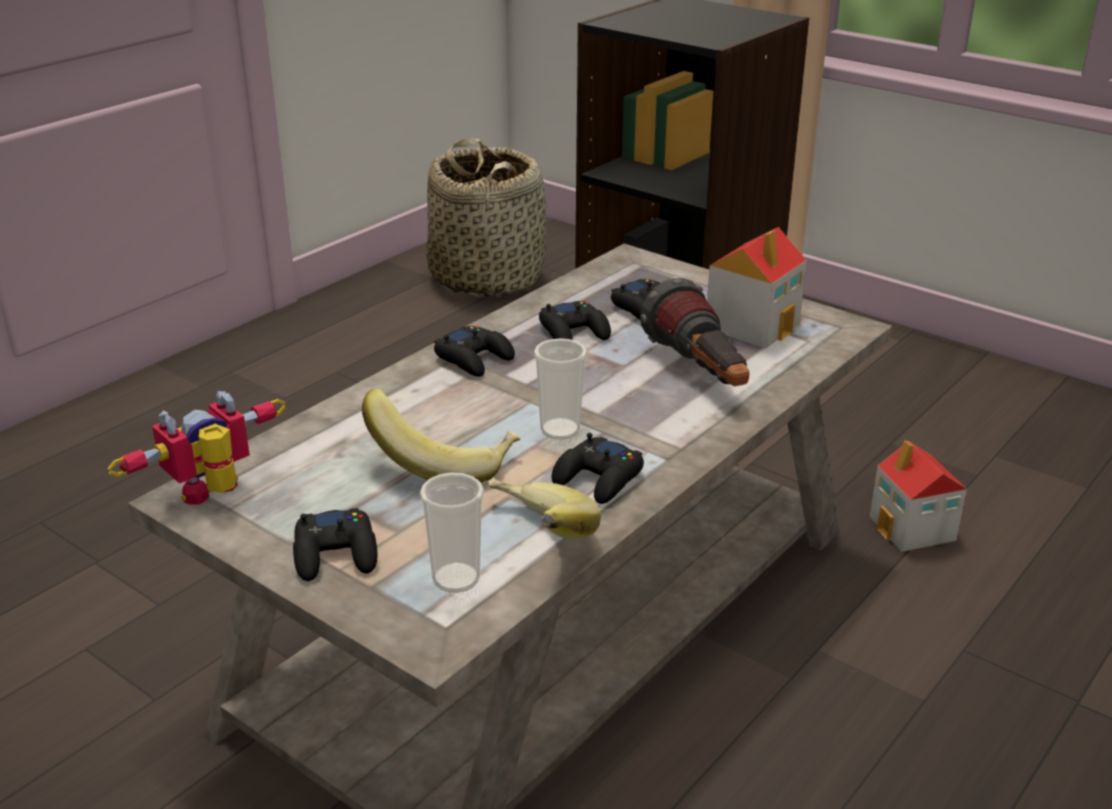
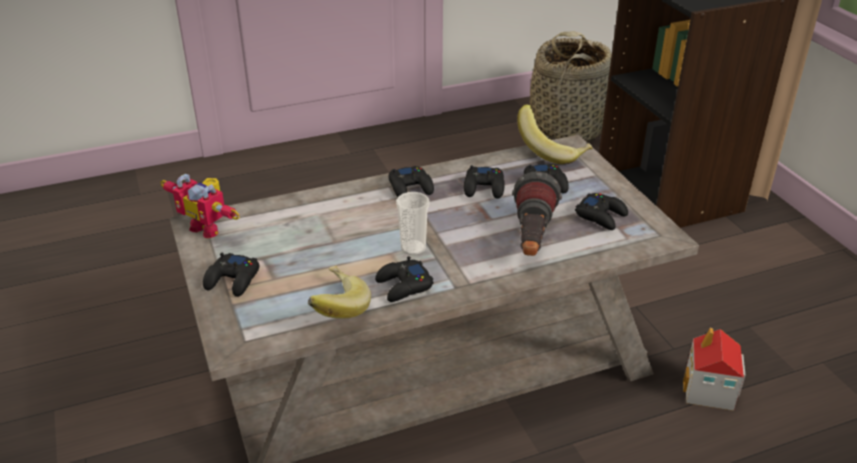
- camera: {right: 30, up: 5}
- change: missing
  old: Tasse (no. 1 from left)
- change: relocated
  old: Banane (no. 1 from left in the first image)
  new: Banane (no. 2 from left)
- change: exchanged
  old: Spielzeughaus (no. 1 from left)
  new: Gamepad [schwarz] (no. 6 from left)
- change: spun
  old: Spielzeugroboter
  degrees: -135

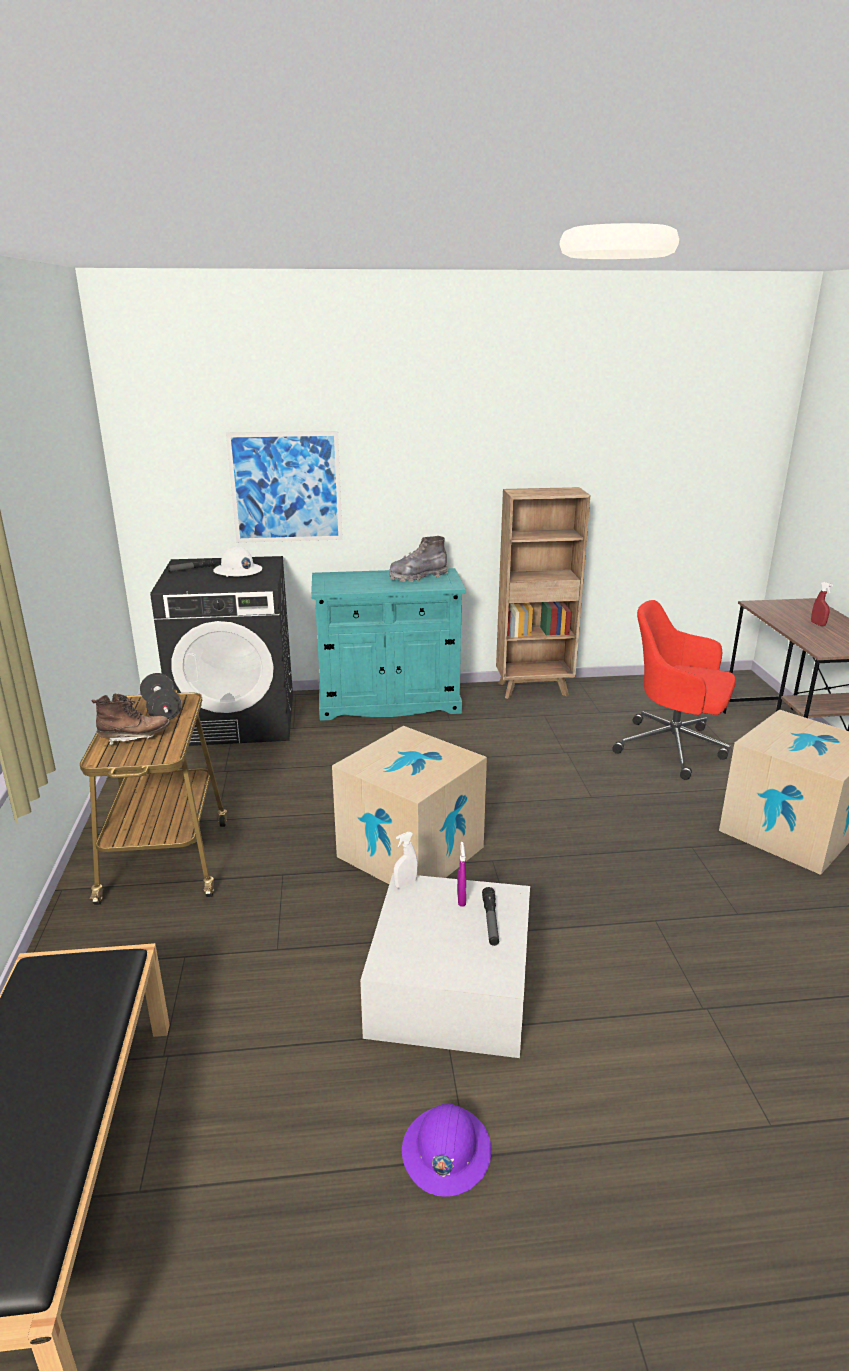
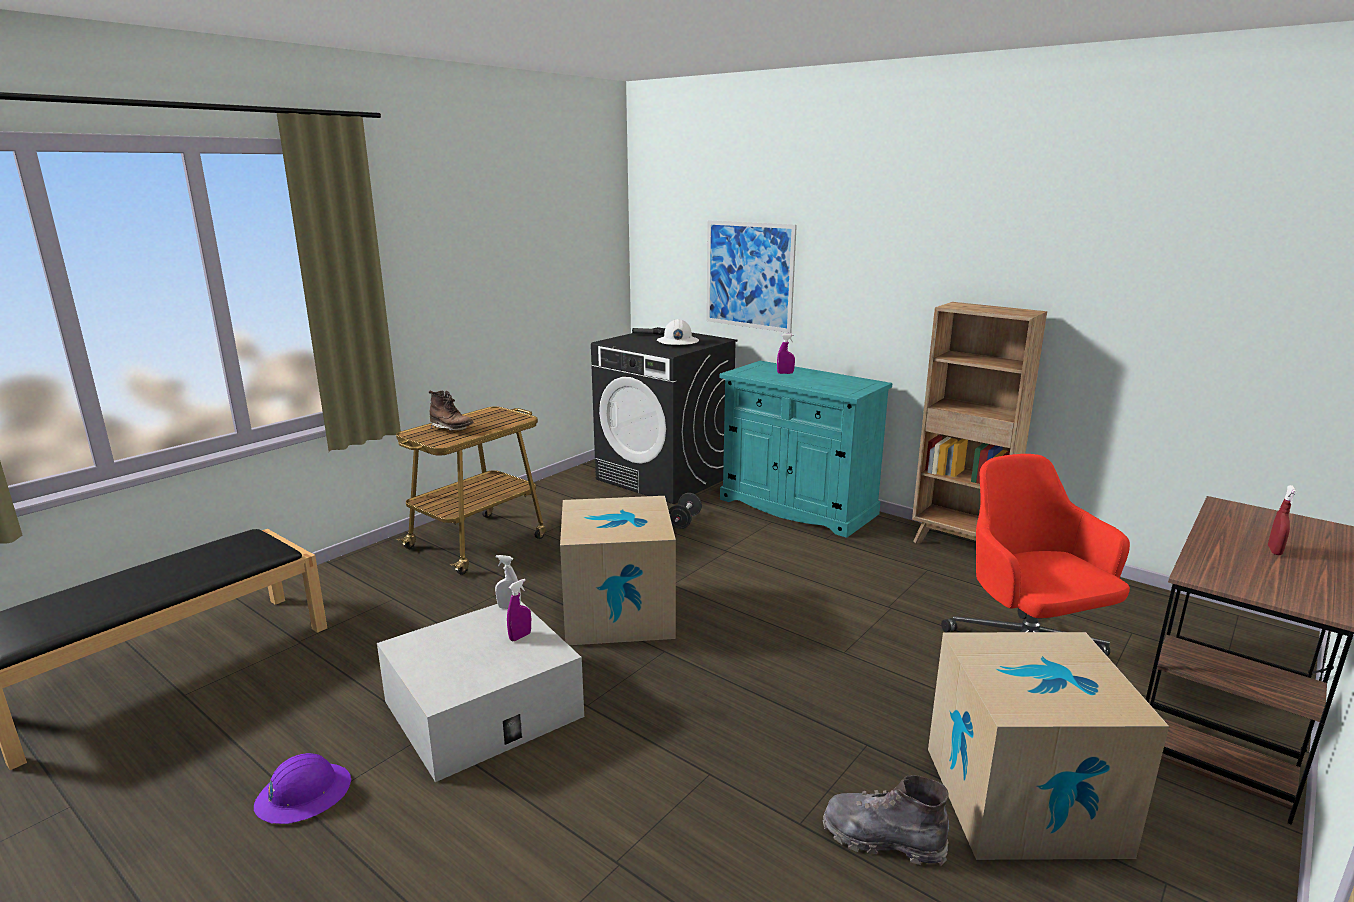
- camera: {right: 45, up: -5}
- change: missing
  old: Taschenlampe (no. 2 from left)
- change: appeared
  new: Sprühflasche [lila] (no. 2 from left)
- change: relocated
  old: Hantel [schwarz]
- change: relocated
  old: Stiefel [grau]

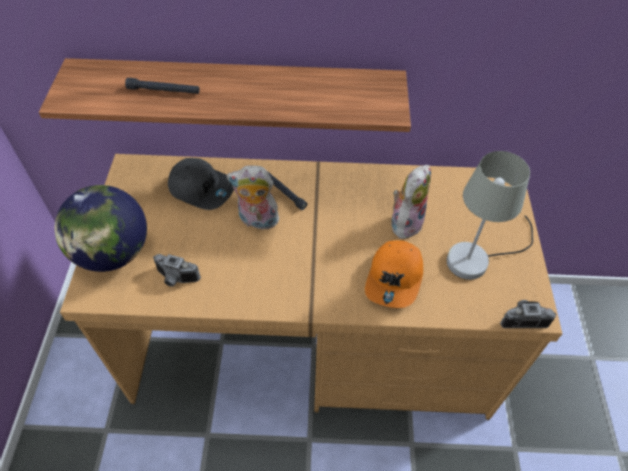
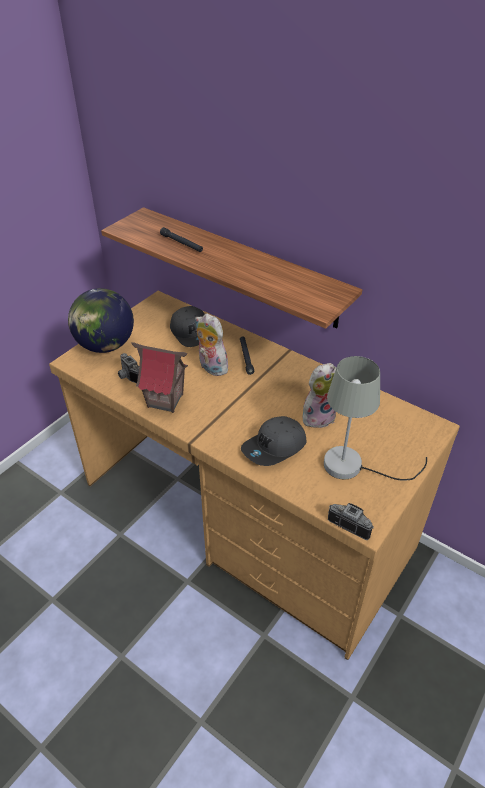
- camera: {right: 35, up: -10}
- change: appeared
  new: Spielzeughaus
- change: colour
  old: Kappe [orange]
  new: Kappe [grau] (no. 2 from left)

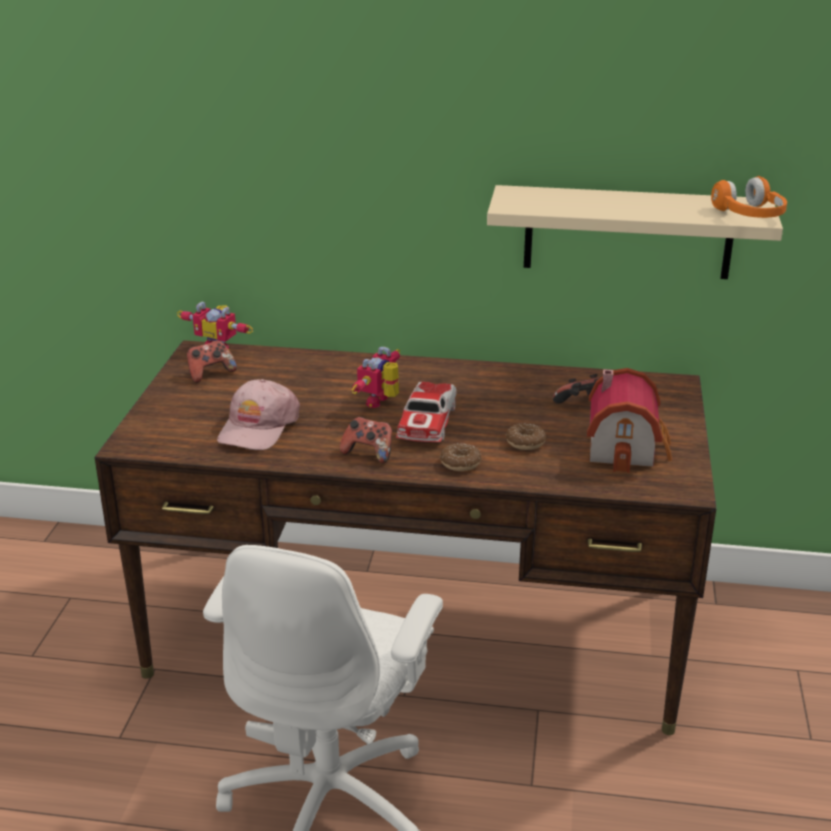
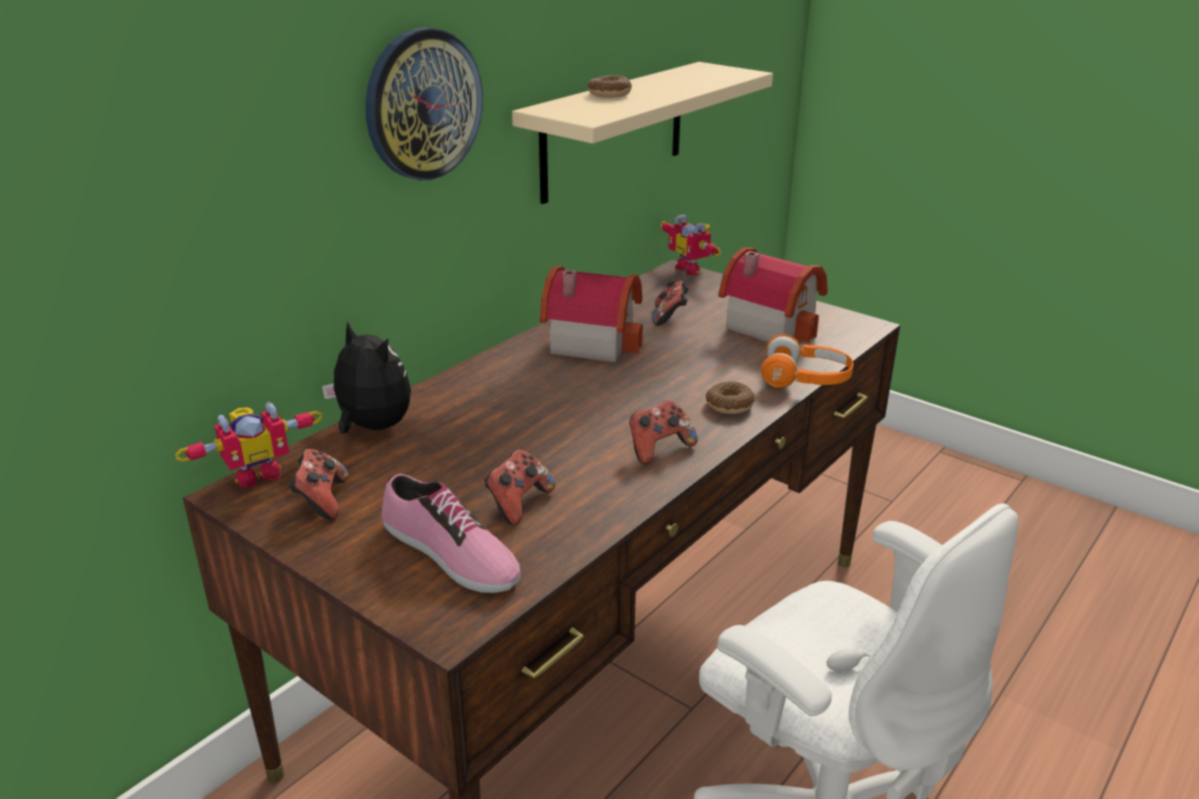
- camera: {right: -60, up: 0}
- change: missing
  old: Spielzeugauto
- change: appeared
  new: Plüschtier
- change: appeared
  new: Wanduhr
- change: appeared
  new: Schuh
- change: appeared
  new: Spielzeughaus (no. 1 from left)
- change: relocated
  old: Spielzeugroboter (no. 2 from left)
- change: relocated
  old: Donut (no. 2 from left in the first image)
  new: Donut (no. 1 from left)
- change: relocated
  old: Kopfhörer [orange]
- change: exchanged
  old: Kappe [rosa]
  new: Gamepad (no. 2 from left)

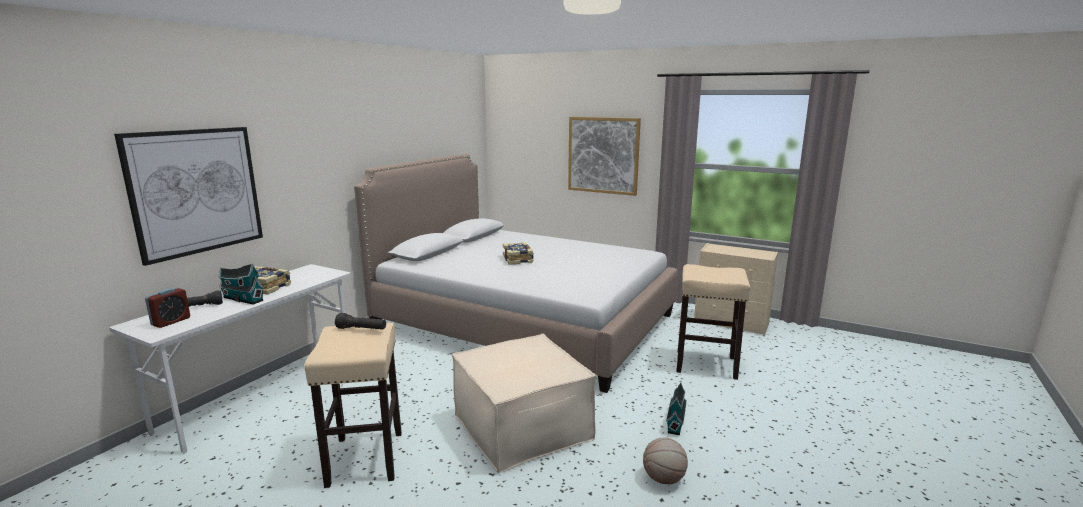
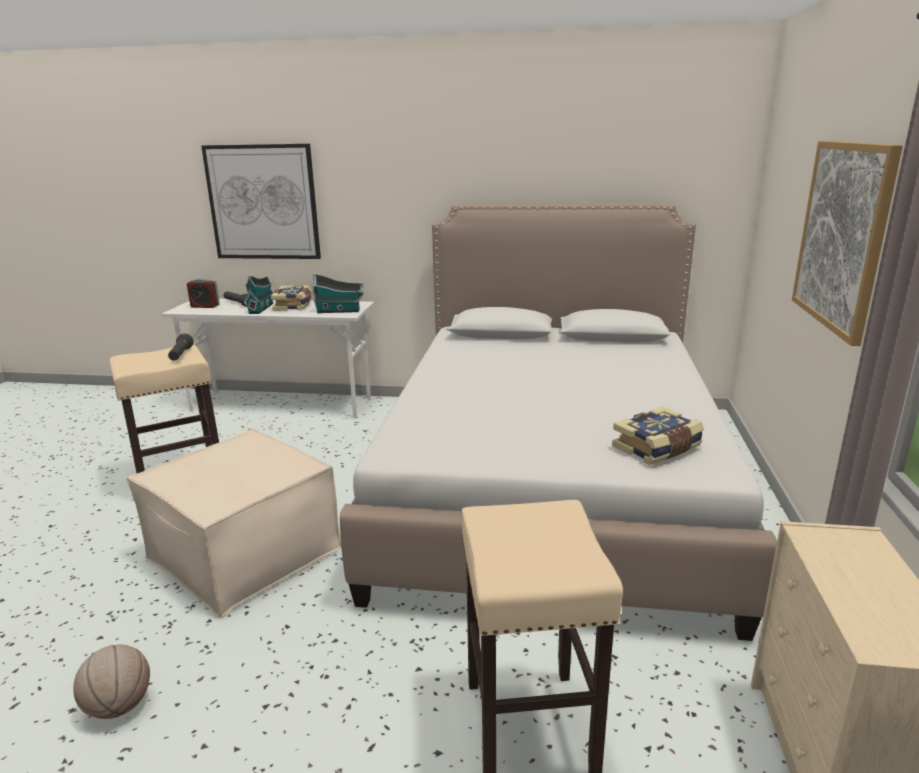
- camera: {right: 70, up: 5}
- change: relocated
  old: Buch (no. 2 from left)
- change: relocated
  old: Spielzeughaus (no. 2 from left)

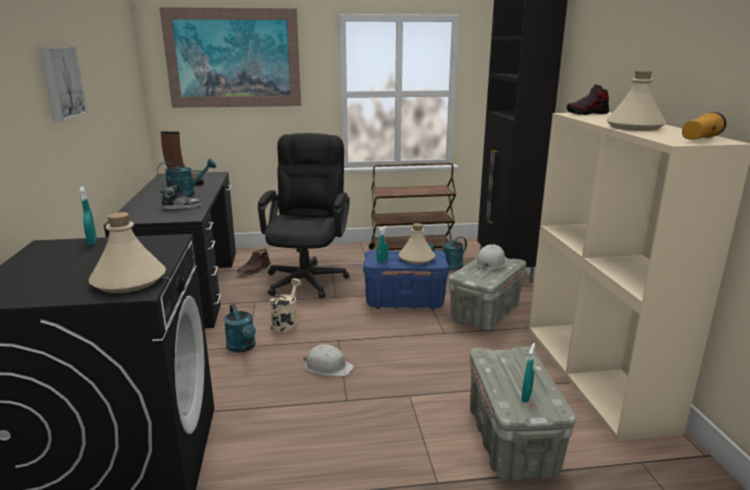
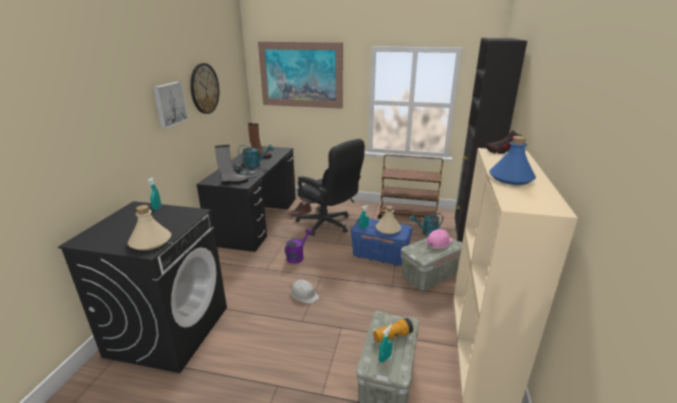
- camera: {right: 20, up: 5}
- change: missing
  old: Gießkanne [türkis] (no. 2 from left)
- change: appeared
  new: Wanduhr
- change: appeared
  new: Stiefel [grau]
- change: relocated
  old: Taschenlampe
- change: colour
  old: Gießkanne [beige]
  new: Gießkanne [lila]
- change: colour
  old: Schutzhelm [weiß] (no. 2 from left)
  new: Schutzhelm [rosa]
- change: colour
  old: Flasche [beige] (no. 3 from left)
  new: Flasche [blau]
- change: spun
  old: Bürostuhl [schwarz]
  degrees: 105

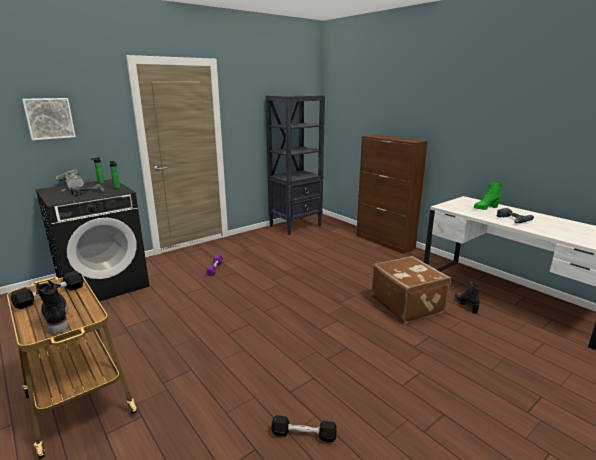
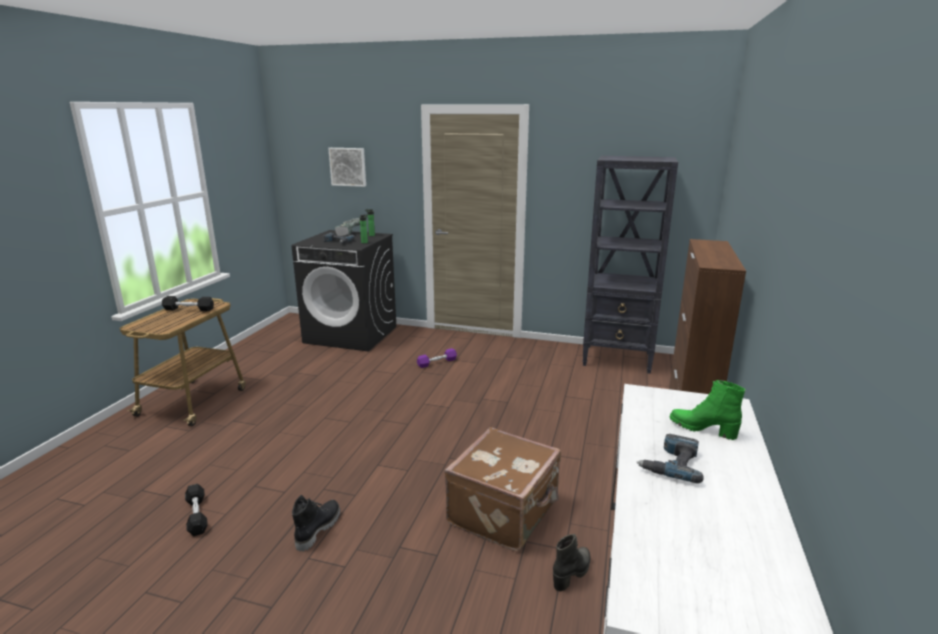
- camera: {right: 55, up: 0}
- change: relocated
  old: Stiefel [schwarz] (no. 1 from left)

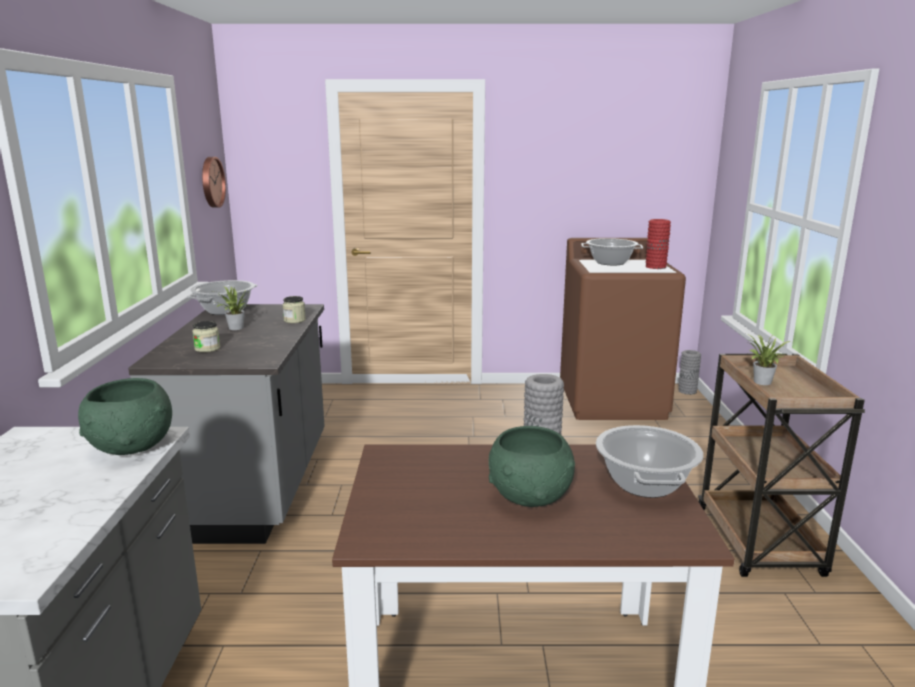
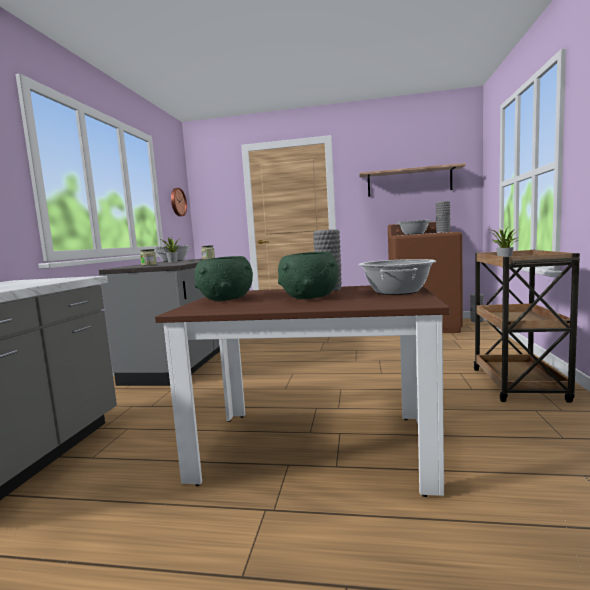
- camera: {right: 10, up: -10}
- change: appeared
  new: Wandregal
- change: relocated
  old: Schüssel [grün] (no. 1 from left)
- change: colour
  old: Vase [rot]
  new: Vase [grau] (no. 2 from left)

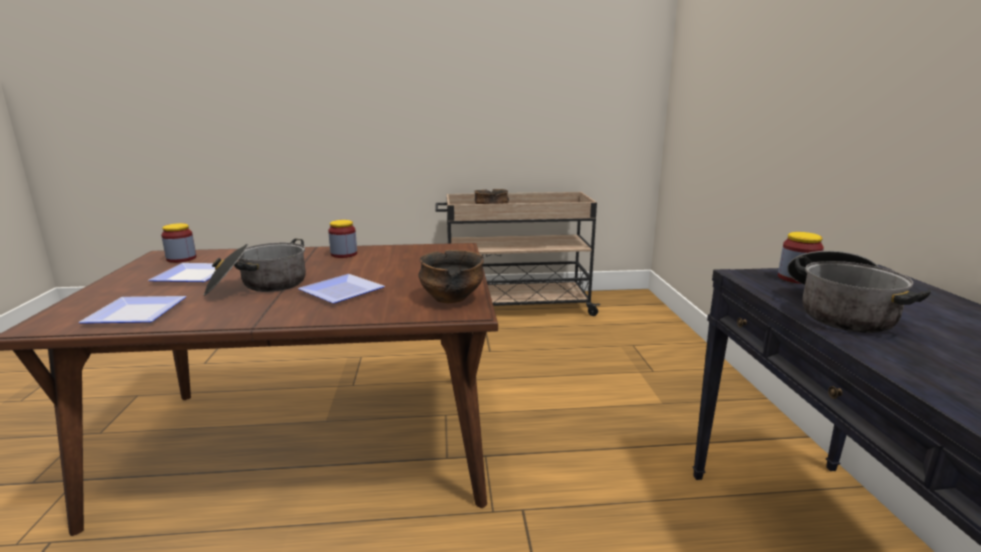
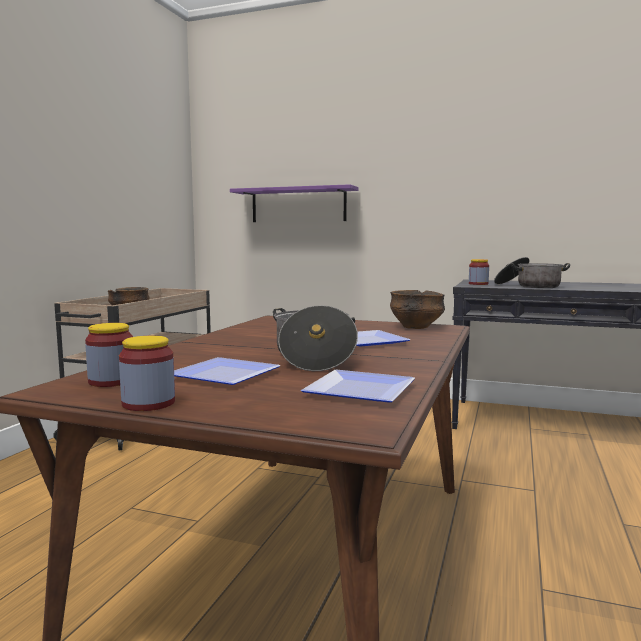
- camera: {right: -65, up: -10}
- change: appeared
  new: Wandregal [lila]
- change: relocated
  old: Vorratsglas (no. 2 from left)

